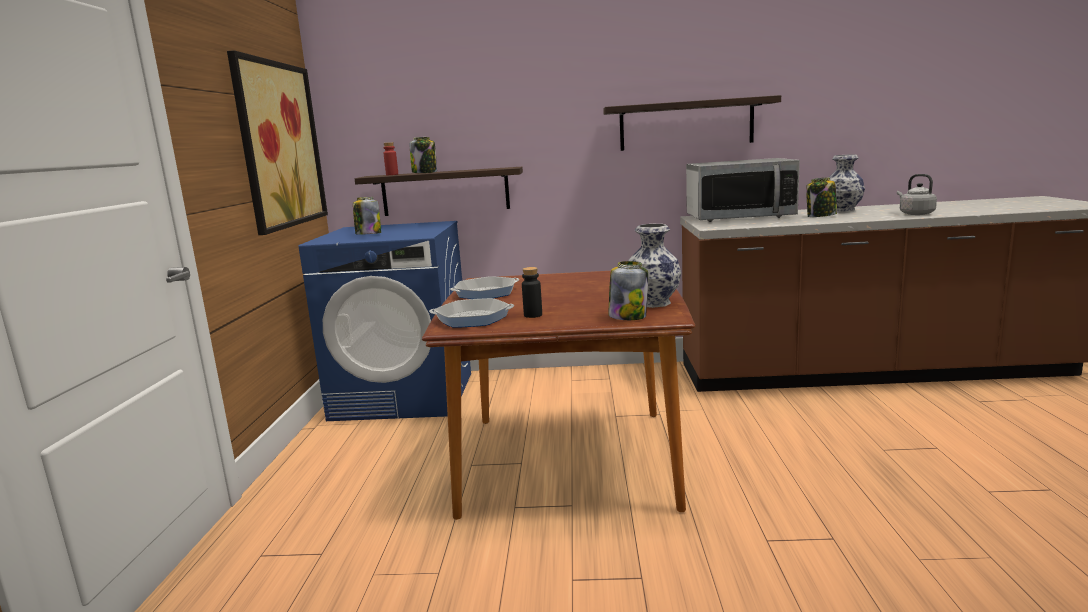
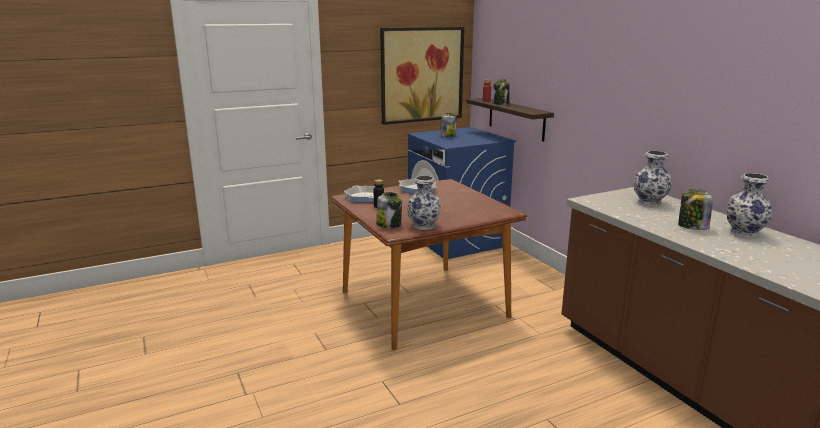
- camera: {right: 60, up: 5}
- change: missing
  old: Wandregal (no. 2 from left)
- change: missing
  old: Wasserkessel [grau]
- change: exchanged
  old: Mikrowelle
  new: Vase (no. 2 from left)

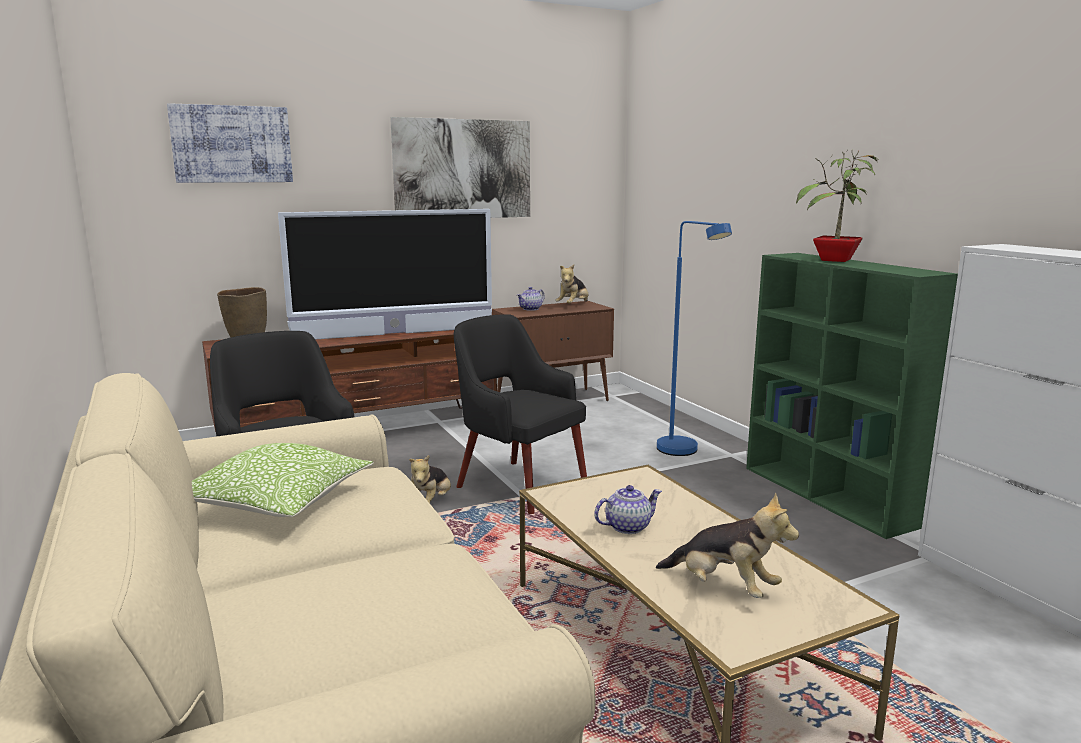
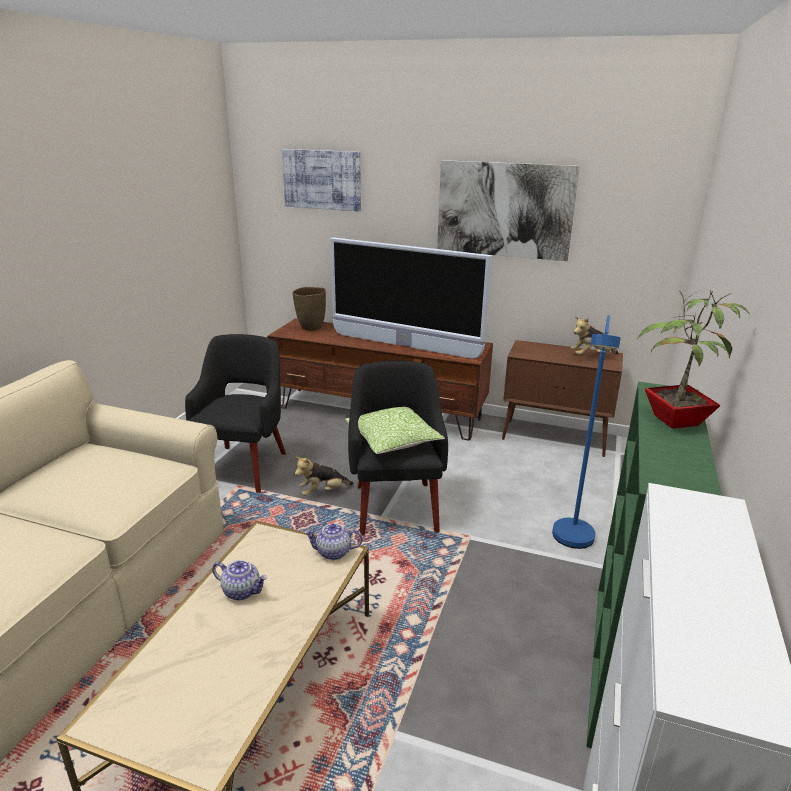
- camera: {right: 45, up: 10}
- change: missing
  old: Plüschtier (no. 3 from left)
- change: relocated
  old: Kissen
- change: relocated
  old: Teekanne (no. 1 from left in the first image)
  new: Teekanne (no. 2 from left)

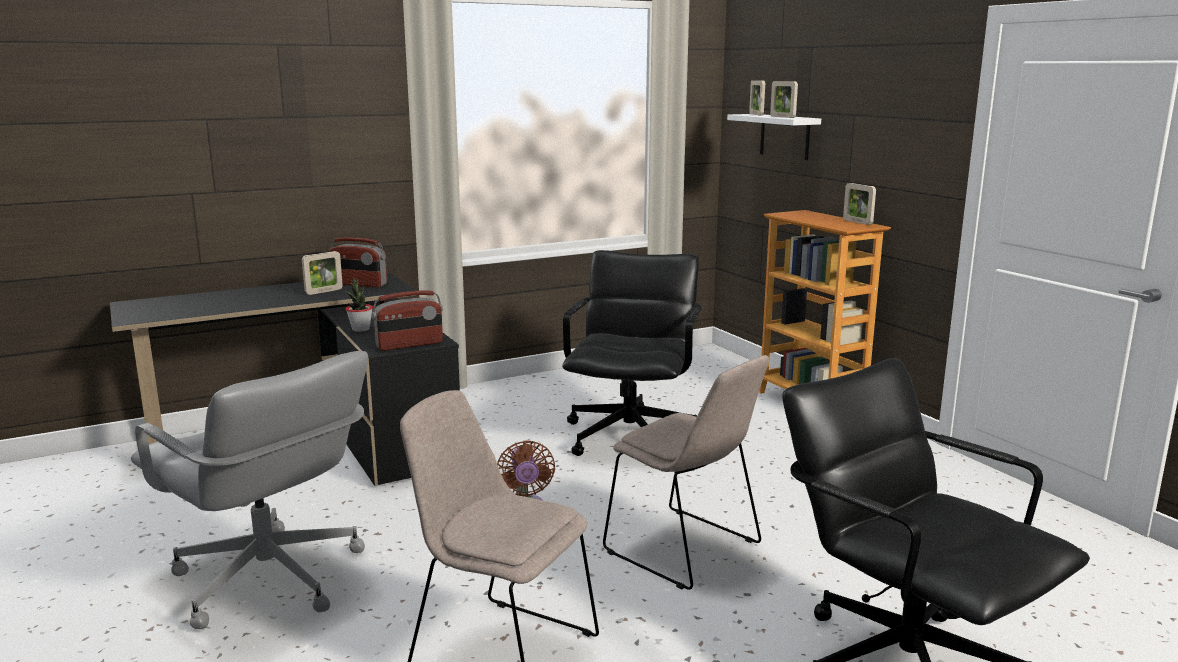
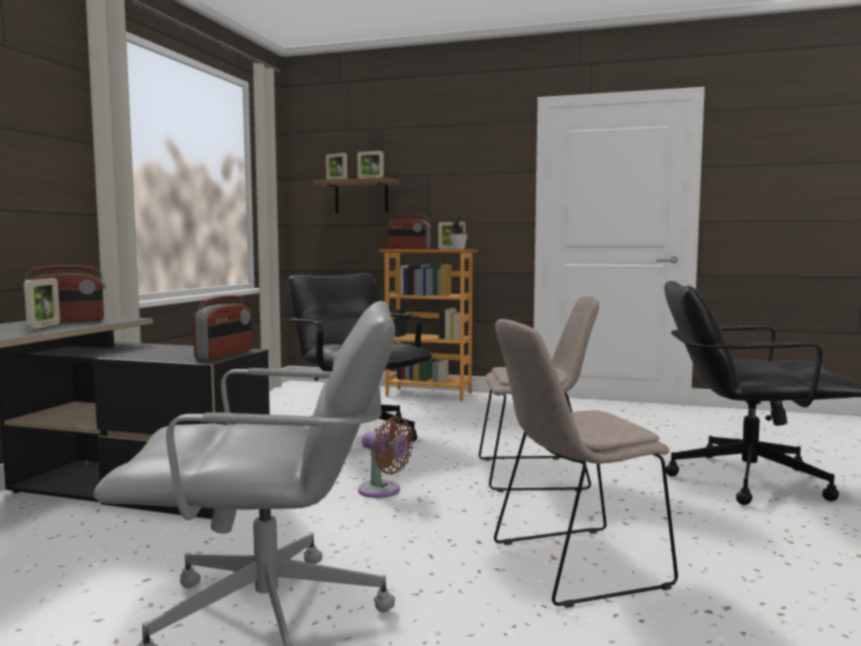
- camera: {right: -45, up: -10}
- change: appeared
  new: Radio (no. 3 from left)
- change: relocated
  old: Topfpflanze
- change: colour
  old: Wandregal [weiß]
  new: Wandregal [braun]

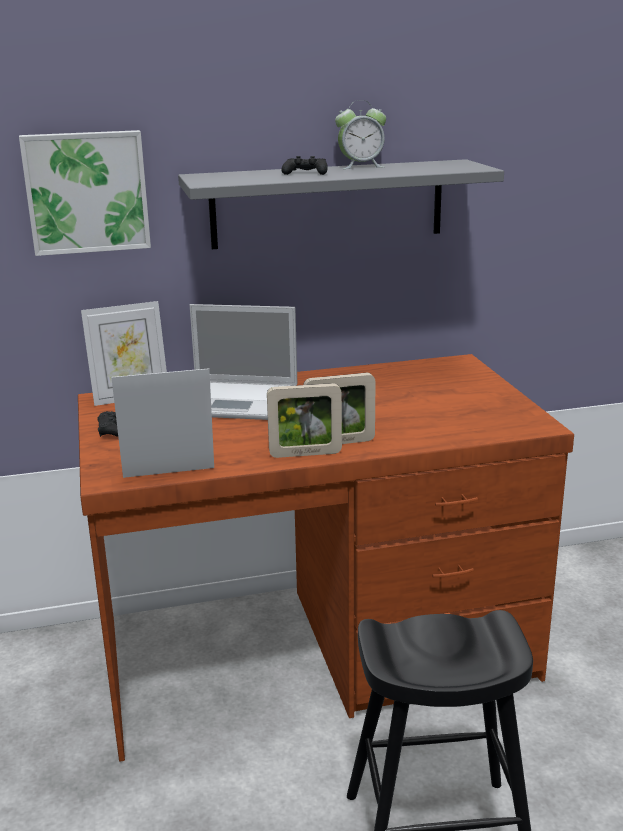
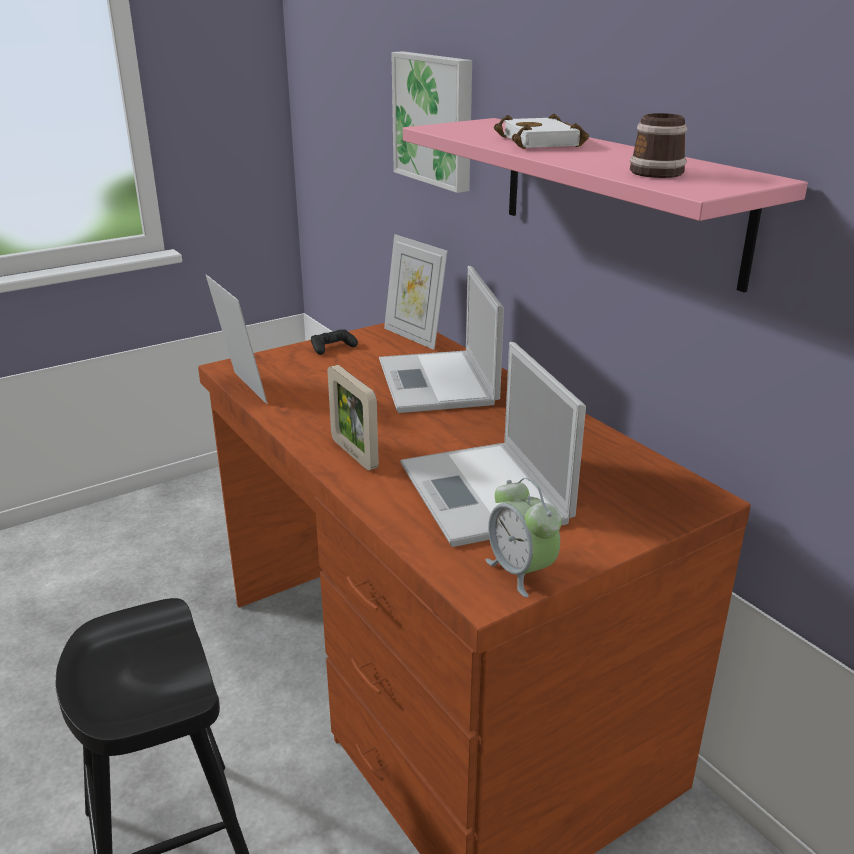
- camera: {right: 70, up: 5}
- change: missing
  old: Bilderrahmen (no. 3 from left)
- change: appeared
  new: Laptop (no. 2 from left)
- change: appeared
  new: Henkelbecher
- change: relocated
  old: Wecker
- change: exchanged
  old: Gamepad [schwarz] (no. 2 from left)
  new: Buch [weiß]
- change: colour
  old: Wandregal [grau]
  new: Wandregal [rosa]

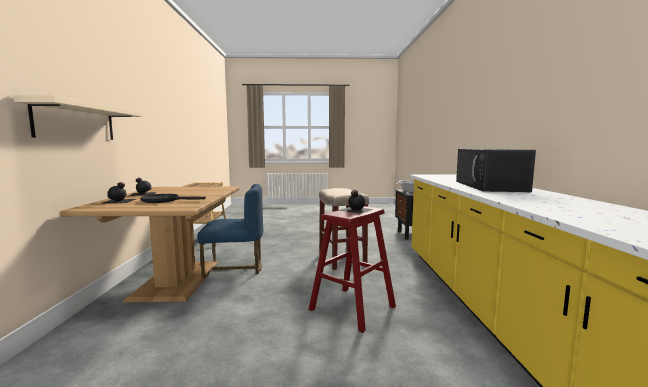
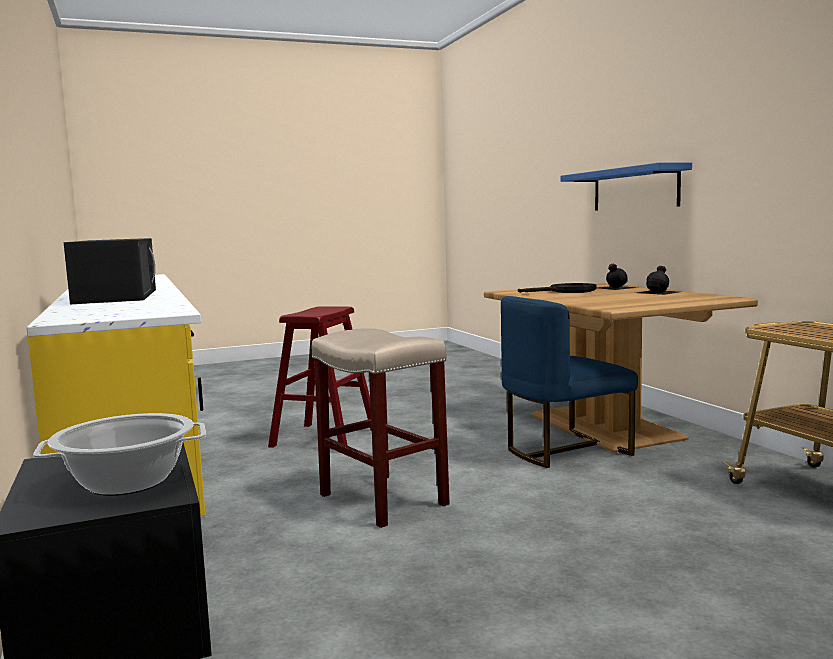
- camera: {right: 160, up: 0}
- change: missing
  old: Flasche [schwarz] (no. 3 from left)
- change: colour
  old: Wandregal [beige]
  new: Wandregal [blau]

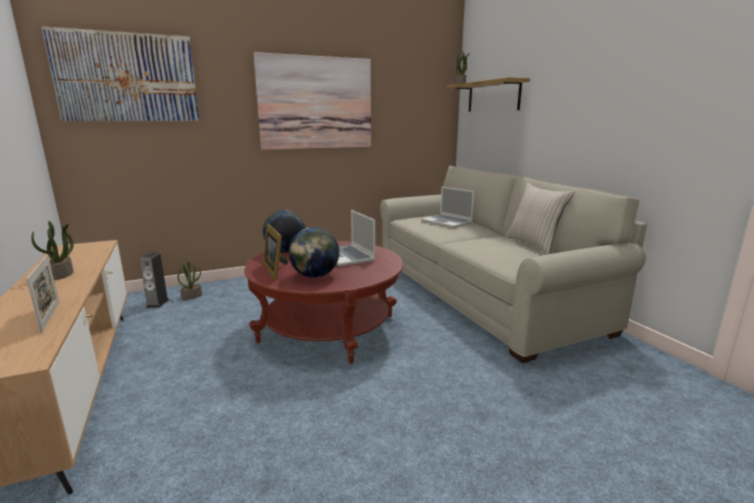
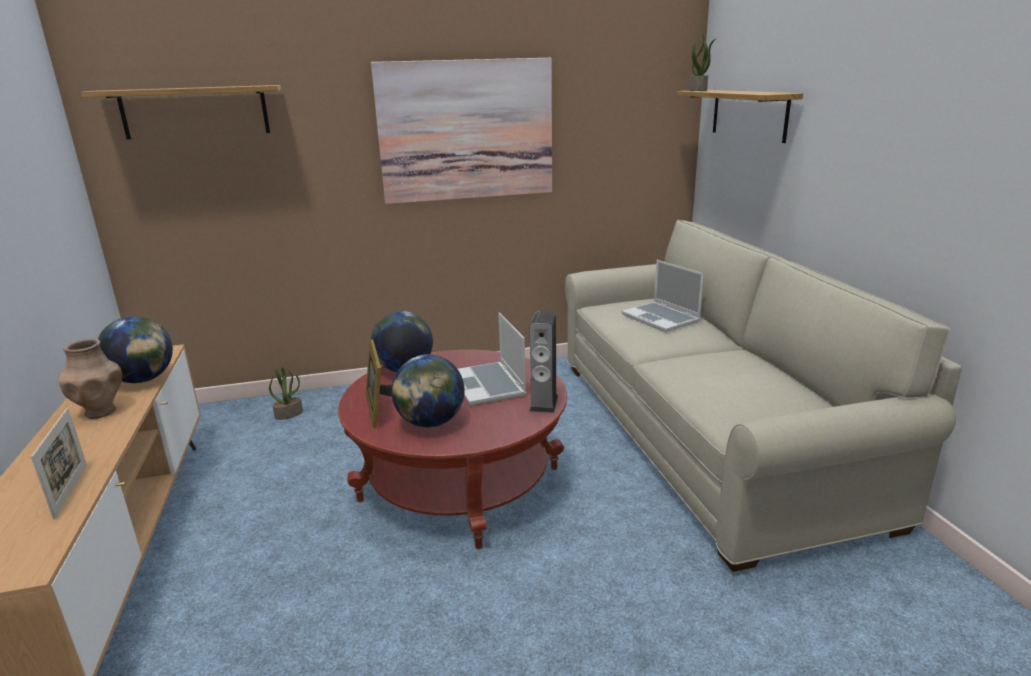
- camera: {right: 10, up: 5}
- change: missing
  old: Kissen [beige]
- change: appeared
  new: Globus (no. 1 from left)
- change: relocated
  old: Lautsprecher
- change: exchanged
  old: Topfpflanze (no. 1 from left)
  new: Vase [braun]
- change: exchanged
  old: Bild (no. 1 from left)
  new: Wandregal (no. 1 from left)

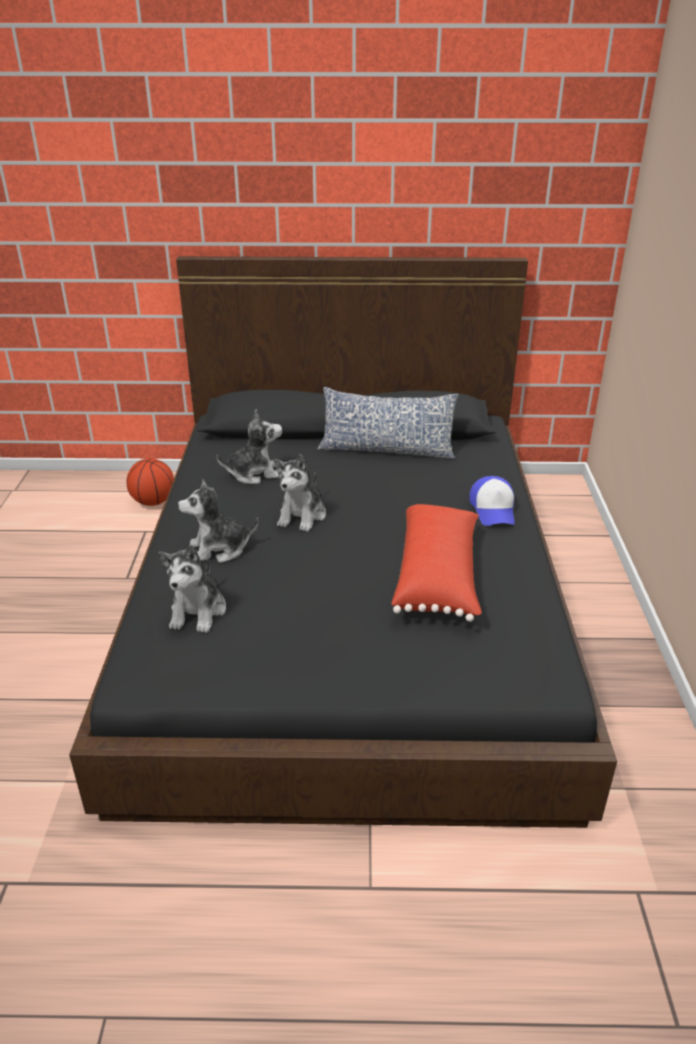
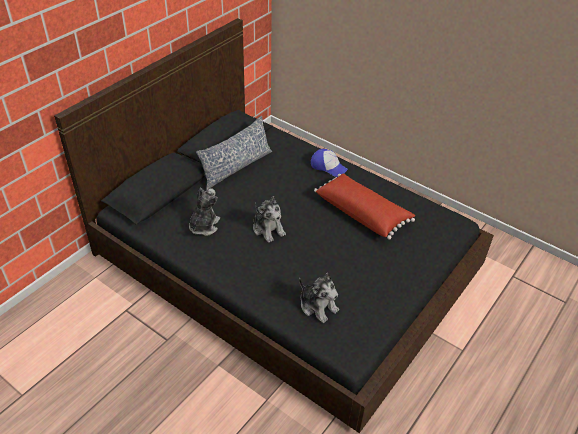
- camera: {right: -55, up: 10}
- change: missing
  old: Basketball
- change: missing
  old: Plüschtier (no. 2 from left)

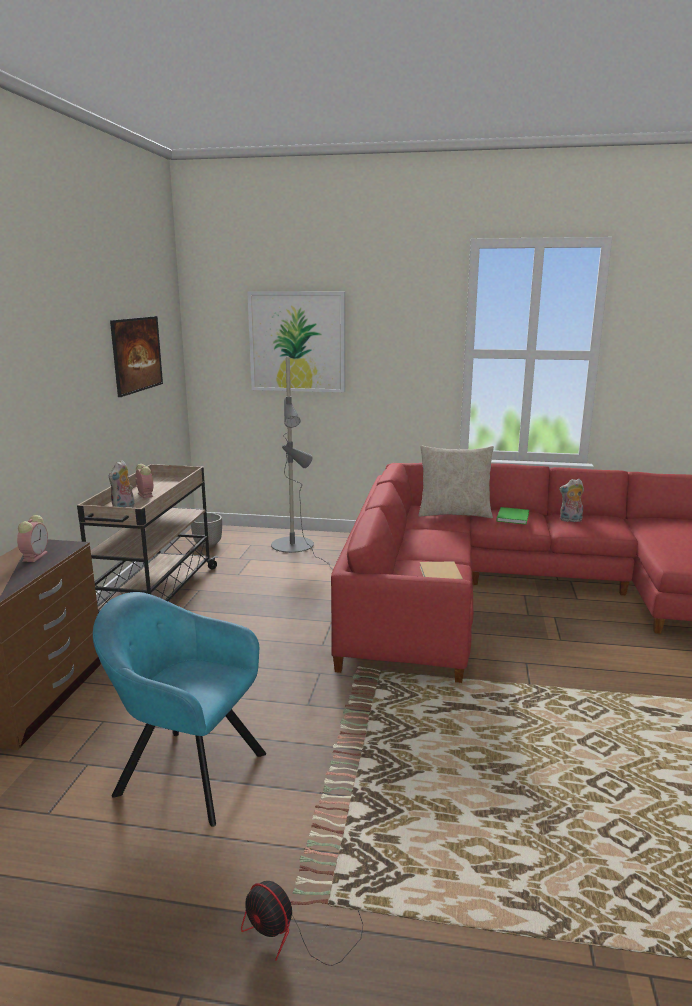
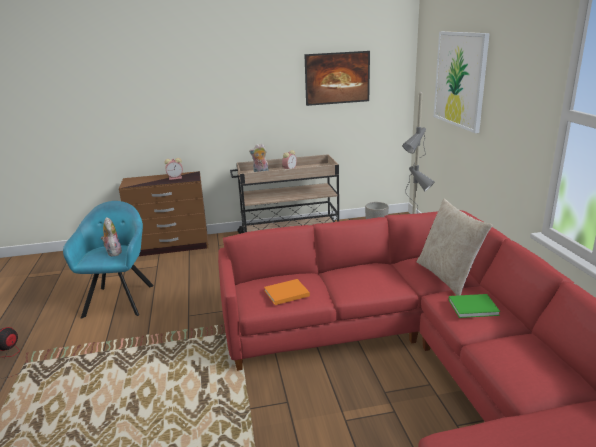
- camera: {right: 70, up: 5}
- change: relocated
  old: Plüschtier (no. 2 from left in the first image)
  new: Plüschtier (no. 1 from left)
- change: colour
  old: Buch [beige]
  new: Buch [orange]

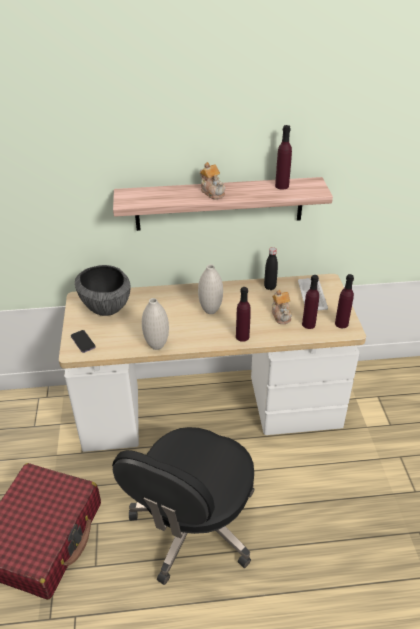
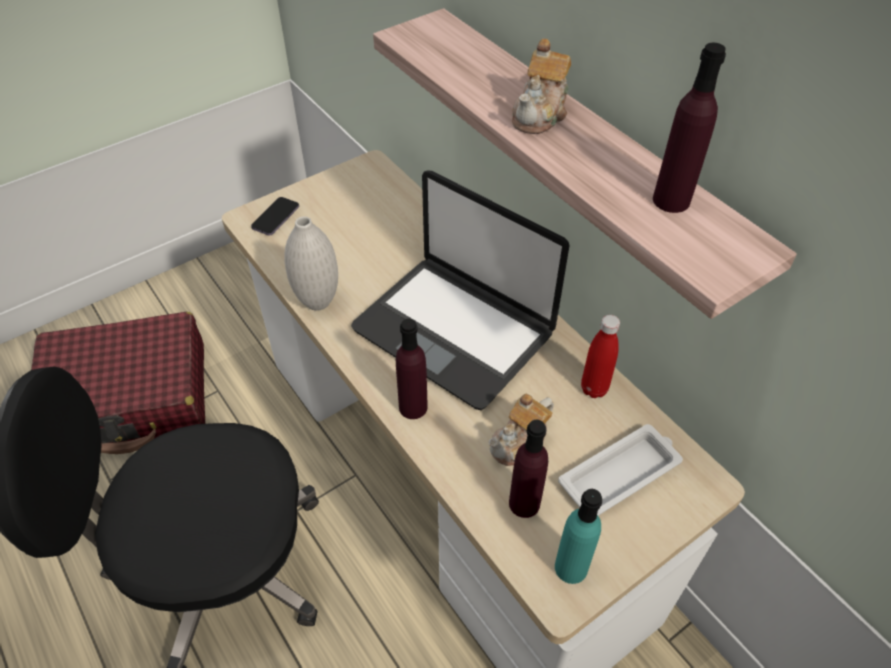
- camera: {right: 60, up: 10}
- change: missing
  old: Schüssel
- change: exchanged
  old: Vase [weiß] (no. 2 from left)
  new: Laptop
- change: colour
  old: Flasche [schwarz]
  new: Flasche [rot]
- change: colour
  old: Flasche [lila] (no. 4 from left)
  new: Flasche [türkis]

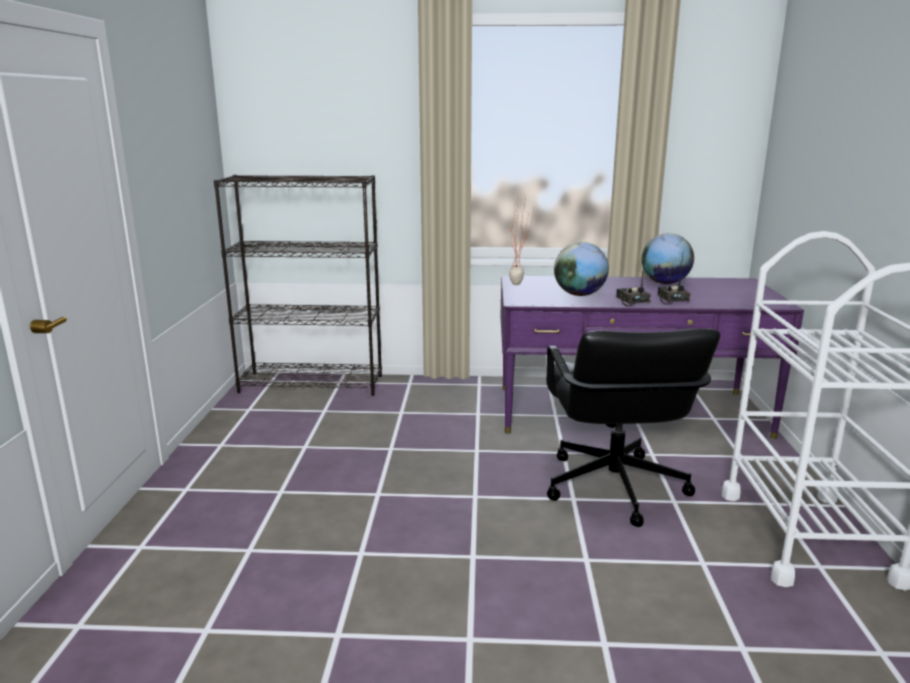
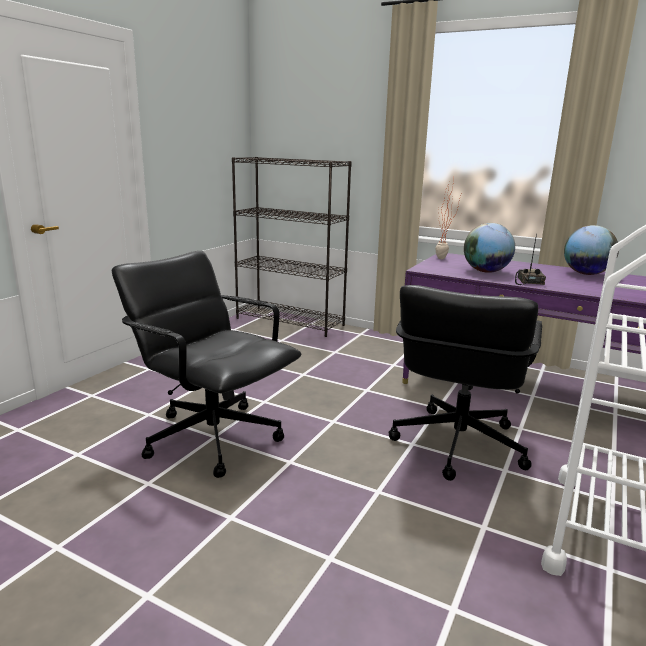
- camera: {right: 25, up: 0}
- change: missing
  old: Radio (no. 2 from left)
- change: appeared
  new: Bürostuhl [schwarz] (no. 1 from left)

